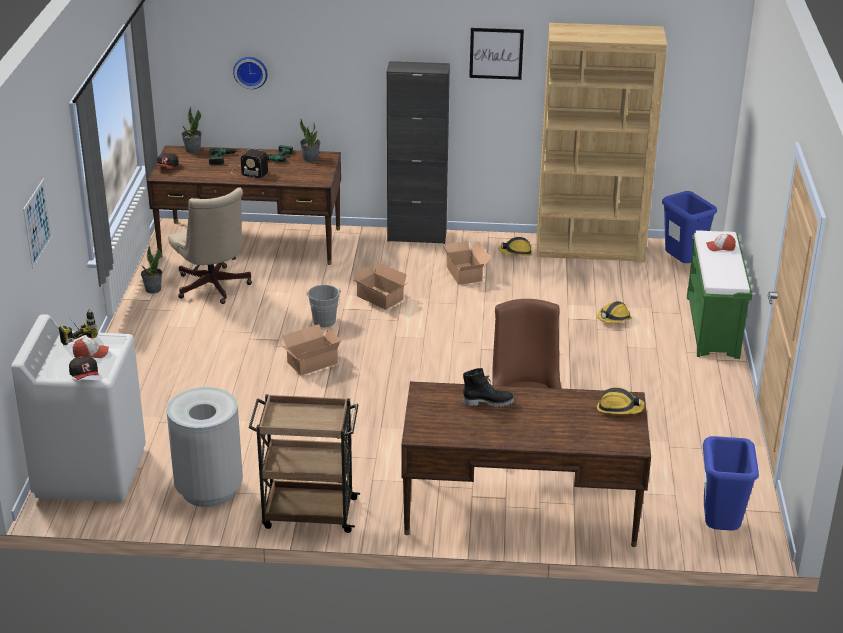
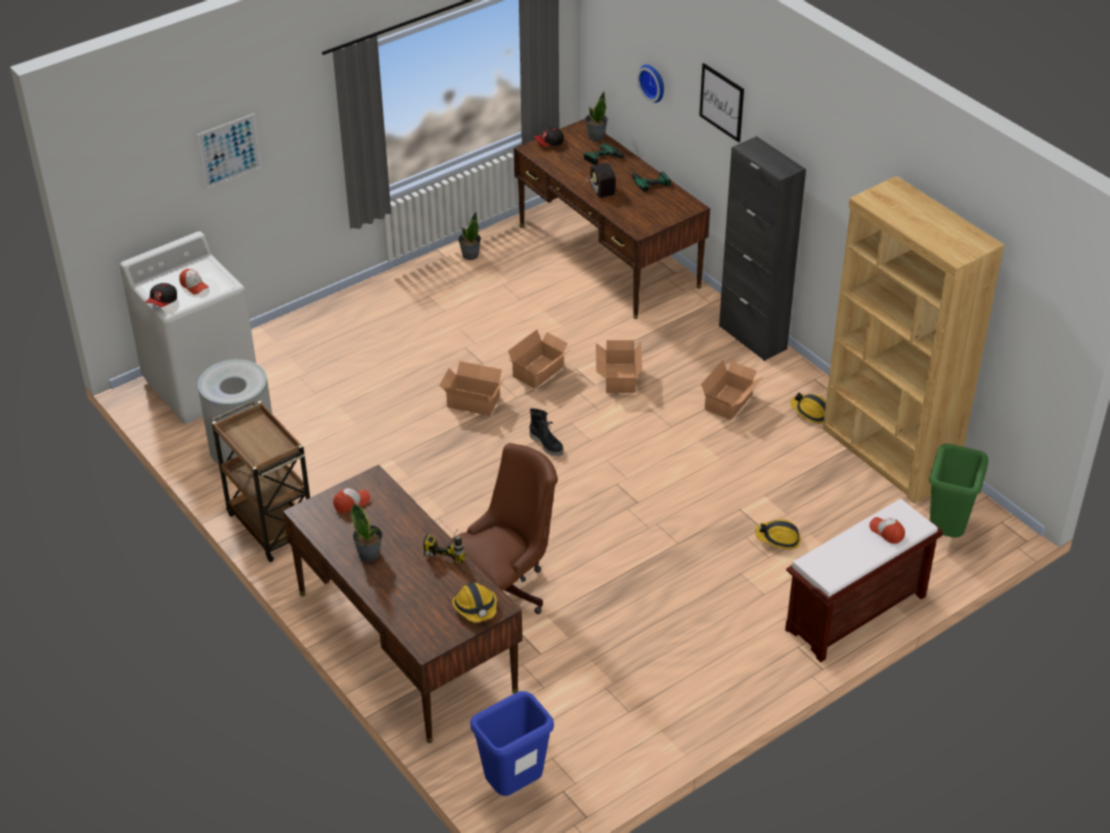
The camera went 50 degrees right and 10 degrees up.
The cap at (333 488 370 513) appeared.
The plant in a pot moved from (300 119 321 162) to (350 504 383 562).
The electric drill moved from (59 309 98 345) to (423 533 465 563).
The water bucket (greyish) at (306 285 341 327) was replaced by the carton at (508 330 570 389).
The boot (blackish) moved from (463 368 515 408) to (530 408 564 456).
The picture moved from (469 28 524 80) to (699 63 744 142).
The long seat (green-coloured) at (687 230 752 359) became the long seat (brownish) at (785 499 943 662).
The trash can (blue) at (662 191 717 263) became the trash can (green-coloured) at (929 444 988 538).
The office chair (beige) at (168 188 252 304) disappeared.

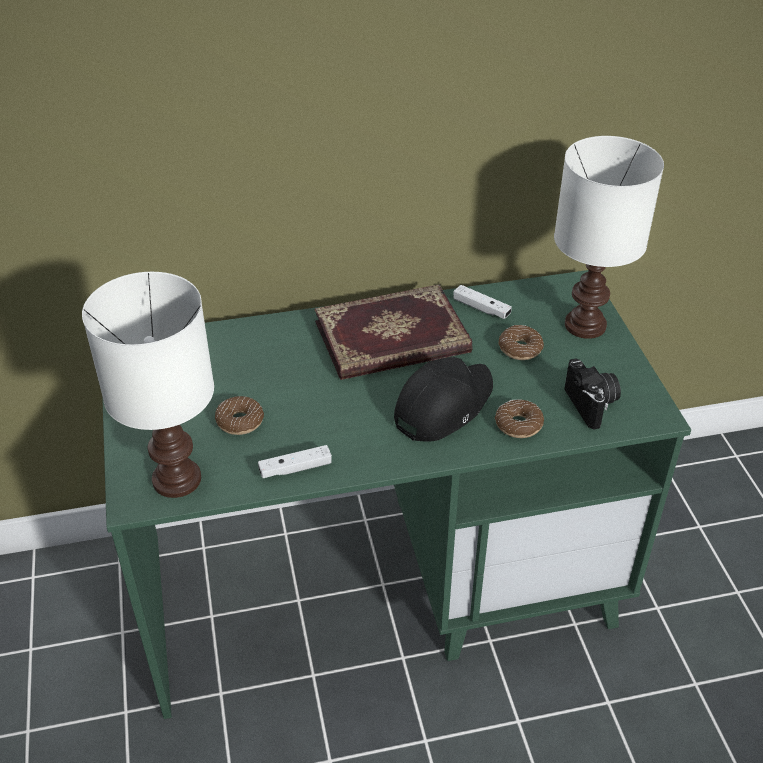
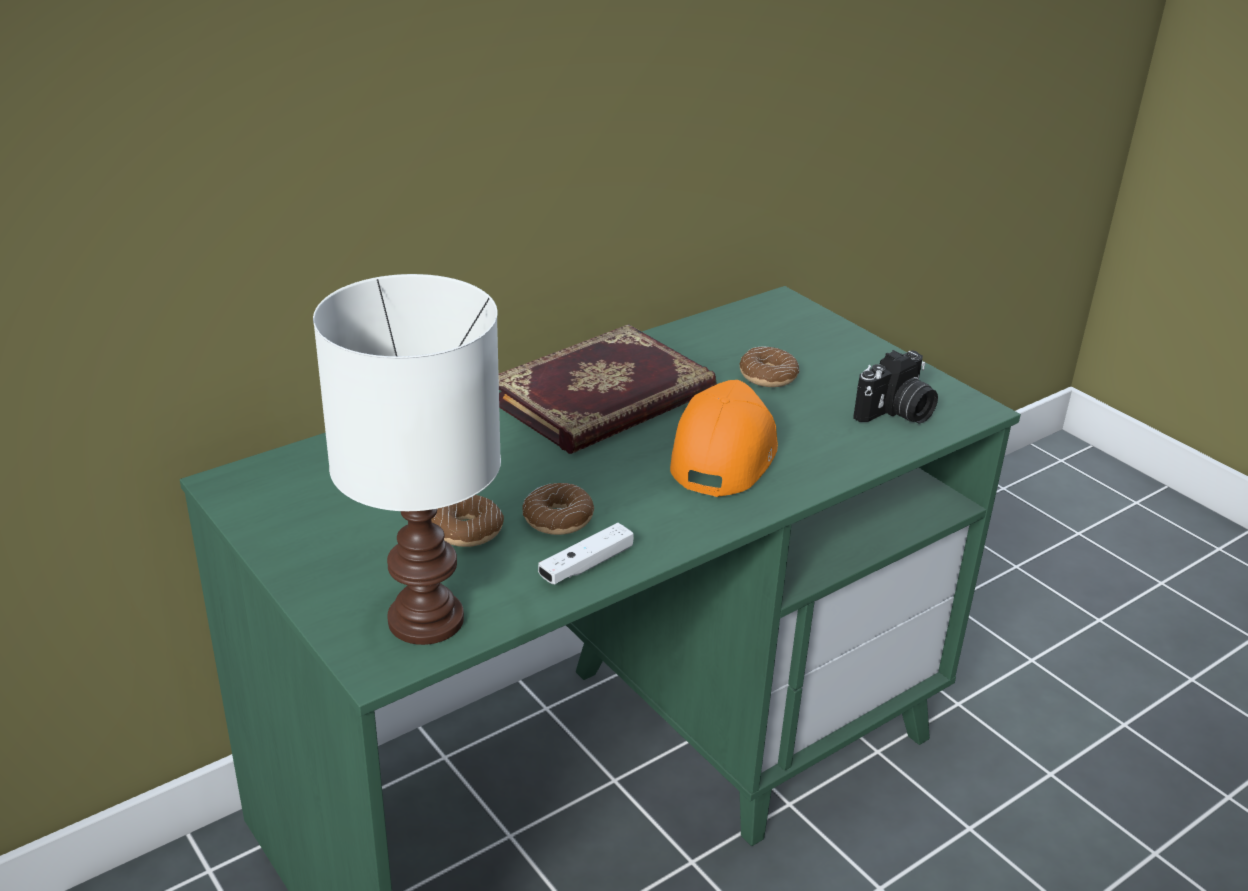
The camera went 25 degrees left and 10 degrees down.
The doughnut moved from (495 399 544 438) to (523 483 594 535).
The cap (blackish) at (394 357 493 441) became the cap (orangey) at (670 380 778 497).
The still camera at (564 359 621 430) turned 90 degrees clockwise.
The joypad (white-coloured) at (453 285 512 319) disappeared.
The tabletop lamp (white-coloured) at (554 136 664 339) disappeared.

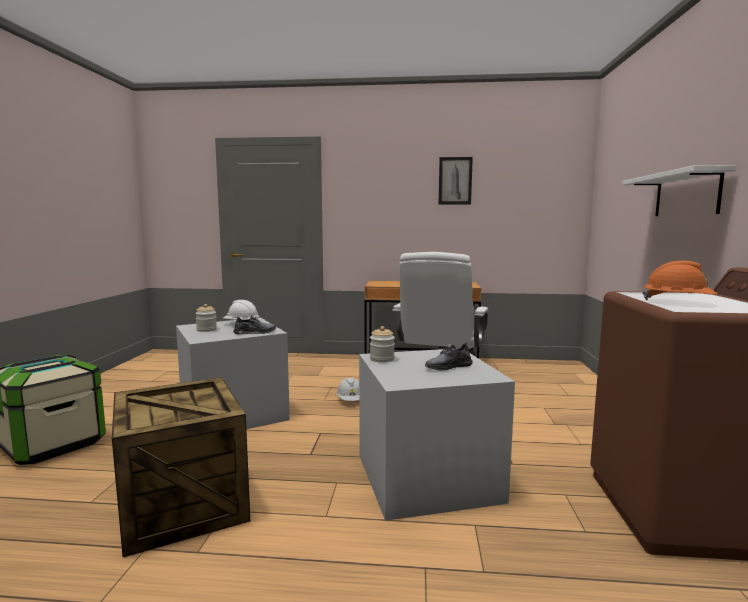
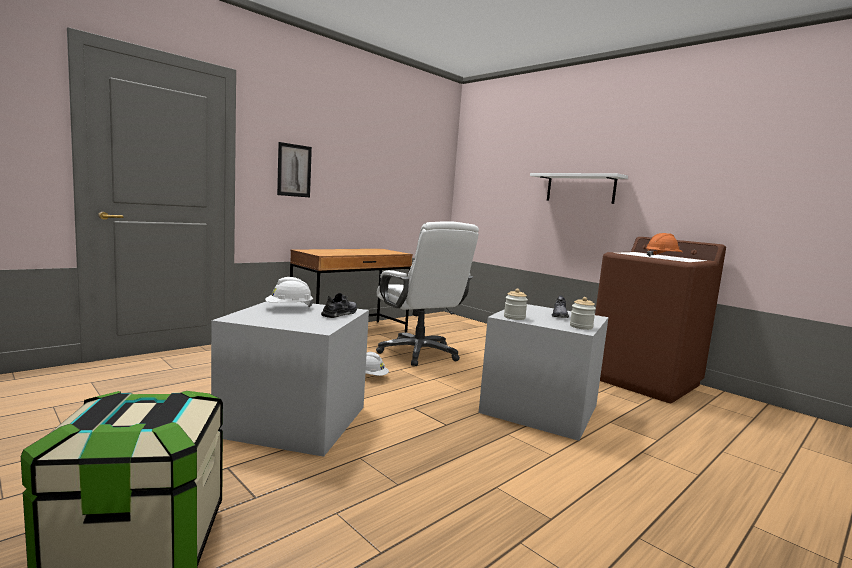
The camera went 50 degrees left and 0 degrees up.
The picture moved from (438 157 473 205) to (277 142 312 197).
The jar moved from (195 304 217 332) to (570 297 596 330).
The crate at (112 377 250 557) disappeared.

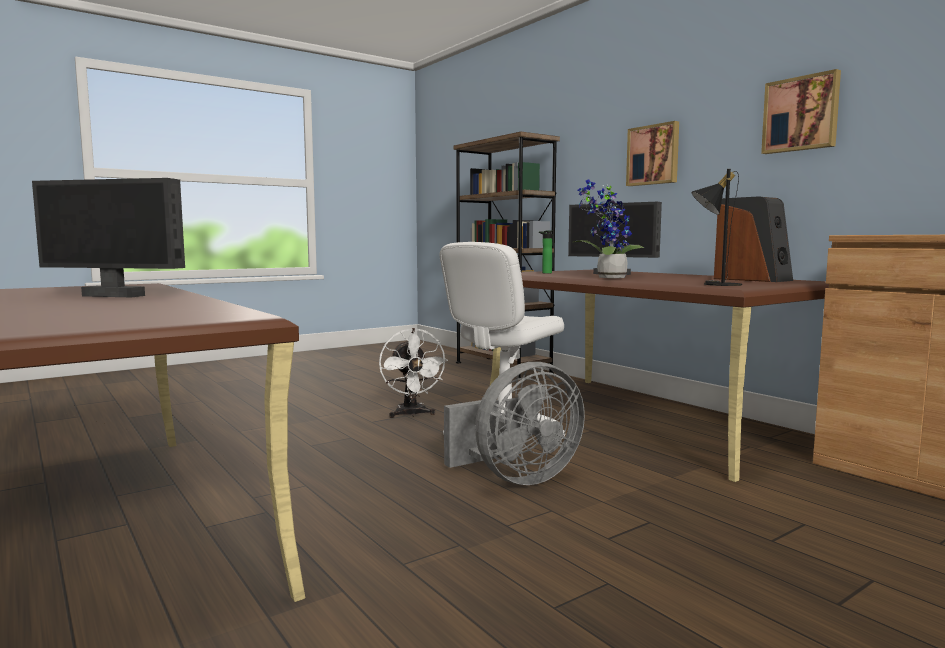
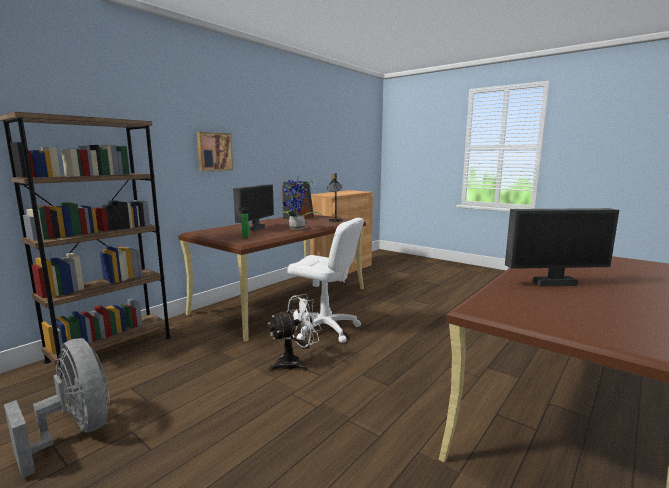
The camera went 105 degrees left and 5 degrees up.
The electric fan (greyish) moved from (444 362 585 485) to (4 338 110 479).
The monitor at (32 178 185 297) turned 90 degrees clockwise.
The picture at (761 69 841 154) disappeared.

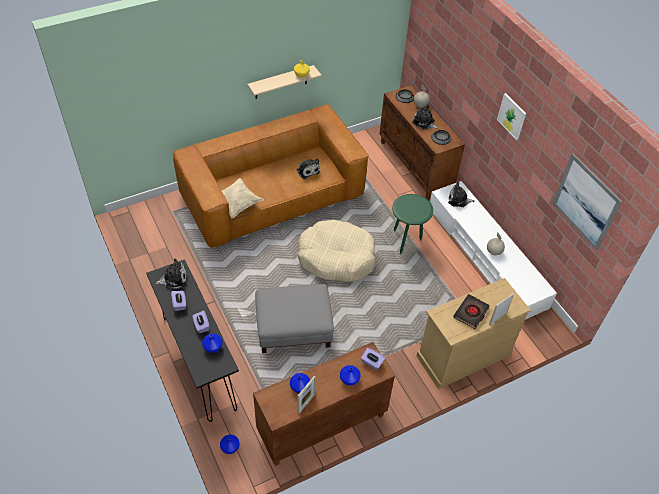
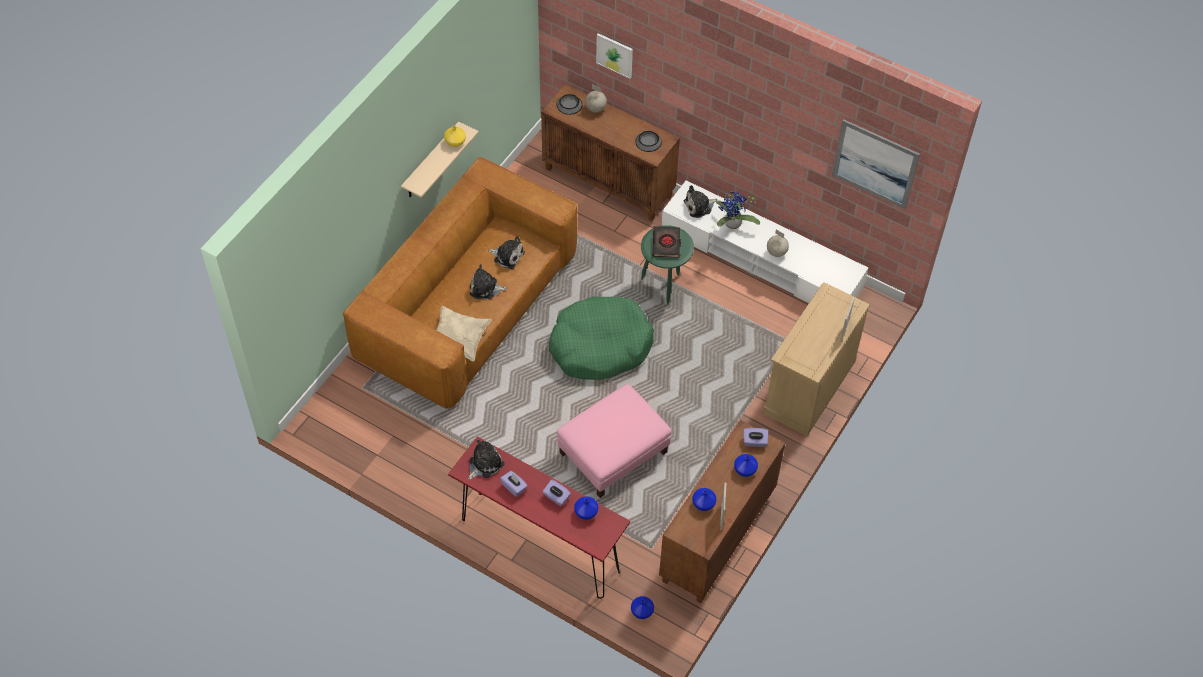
The camera went 30 degrees left and 5 degrees up.
The hall table (blackish) at (146 259 239 422) became the hall table (red) at (448 436 630 599).
The plush toy moved from (412 104 438 129) to (470 264 507 299).
The pet bed (beige) at (298 220 376 282) became the pet bed (green-coloured) at (549 297 654 380).
The ottoman (greyish) at (255 284 334 353) became the ottoman (pink-coloured) at (557 384 672 498).
The picture moved from (497 93 526 140) to (596 33 633 79).
The volume (blackish) moved from (453 294 490 329) to (652 226 681 258).
The plant in a pot at (716 192 760 229) appeared.

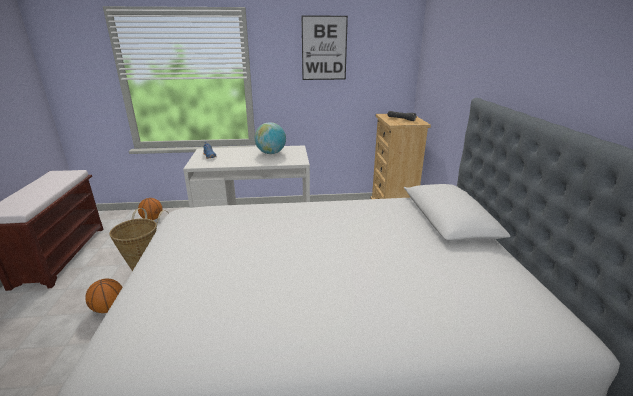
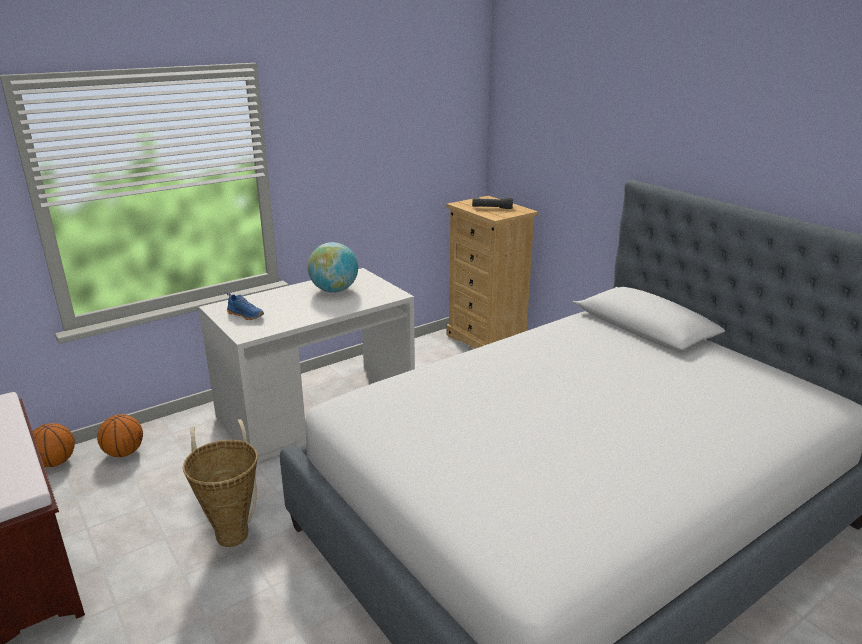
The camera went 30 degrees left and 0 degrees up.
The ball for basketball moved from (85 278 123 313) to (33 423 75 467).
The picture at (301 16 348 80) disappeared.

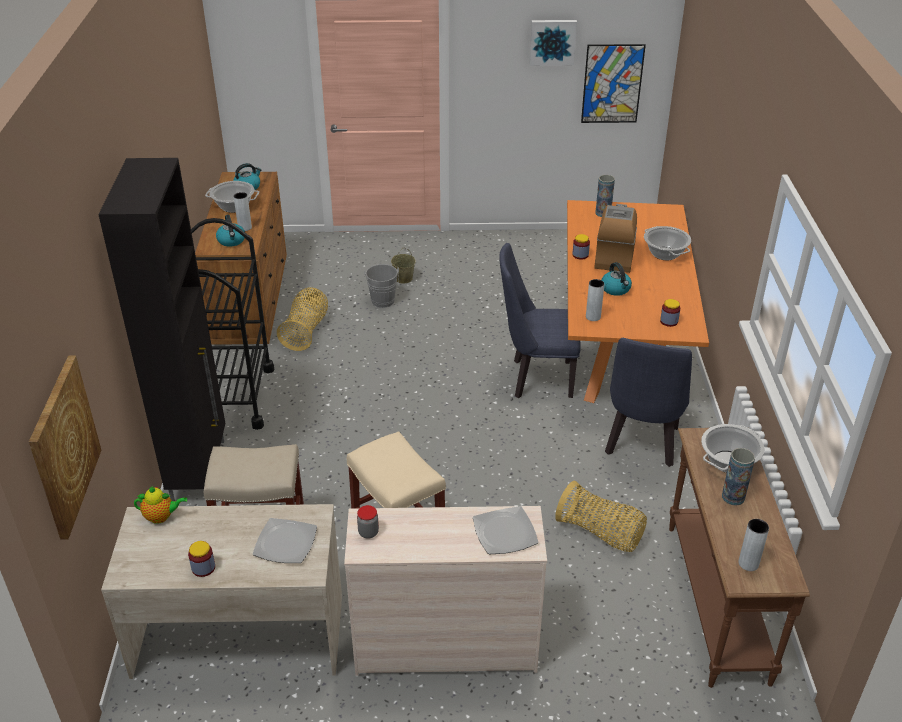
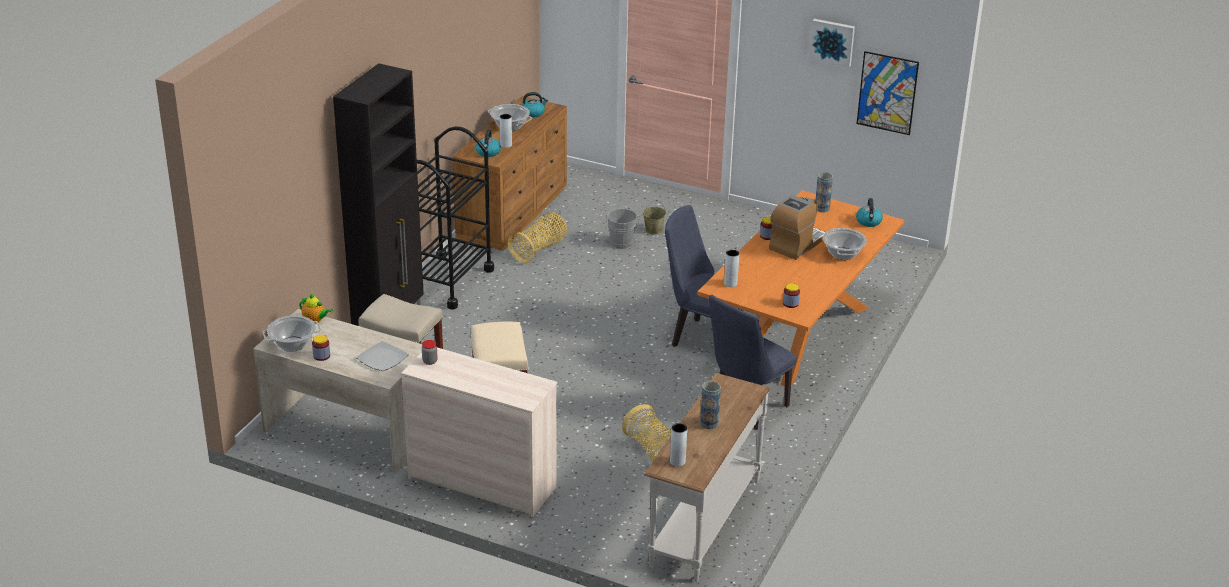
The camera went 25 degrees right and 5 degrees down.
The saucepot moved from (701 424 765 473) to (262 315 321 352).
The hall table (brownish) at (669 427 810 688) became the hall table (white-coloured) at (644 373 770 582).
The kettle moved from (601 262 632 296) to (856 198 883 227).
The picture at (29 356 102 540) disappeared.
The plate at (473 506 539 554) disappeared.

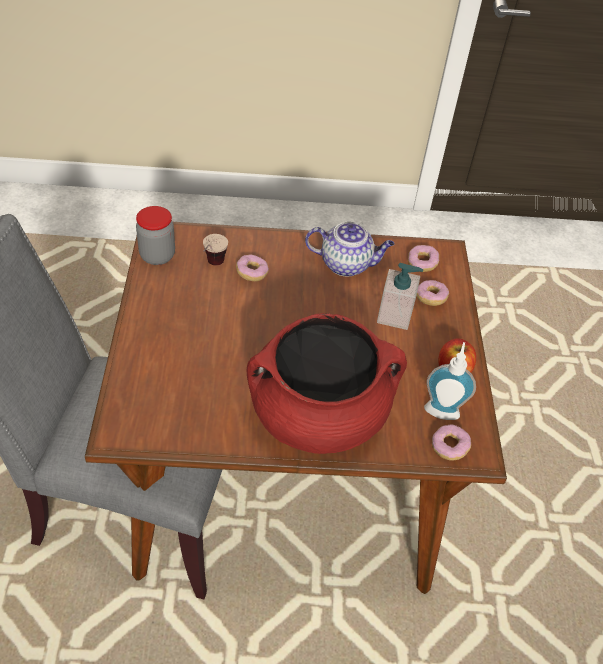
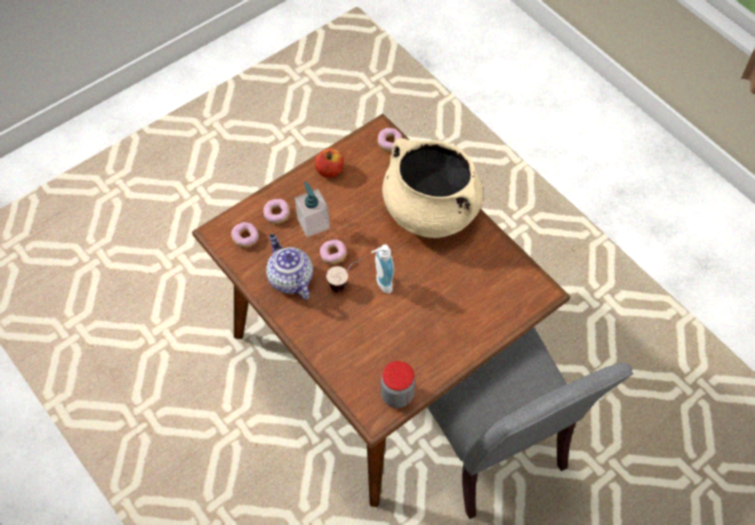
The camera went 125 degrees left and 10 degrees up.
The doughnut moved from (236 255 269 281) to (320 239 347 264).
The drinking cup moved from (203 234 228 265) to (326 257 363 292).
The liquid soap bottle moved from (424 342 476 420) to (371 244 394 294).
The saucepot (red) at (246 313 407 454) became the saucepot (beige) at (382 138 483 238).

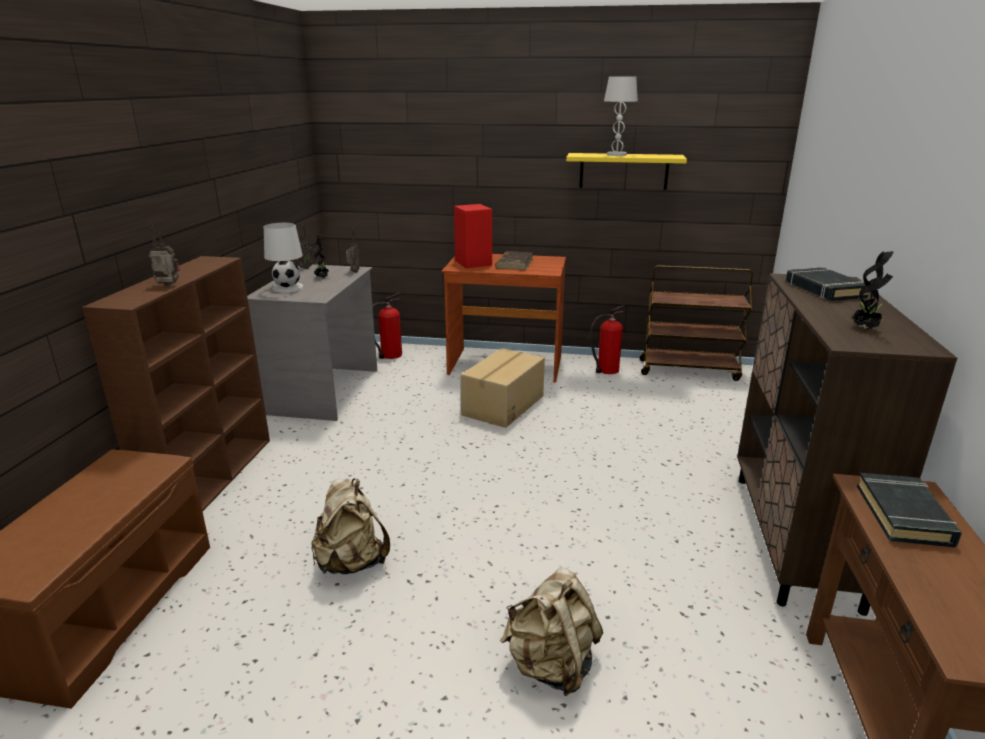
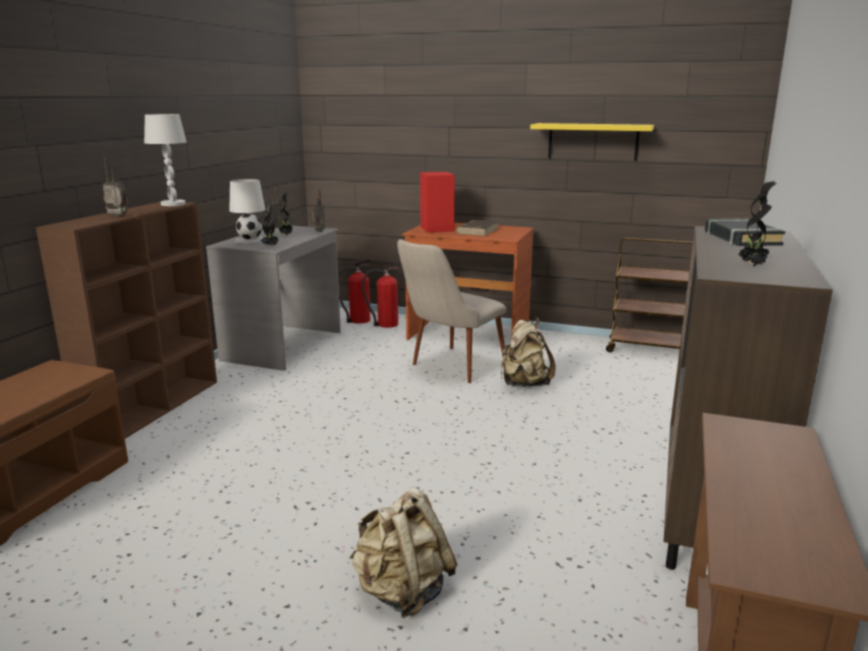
The camera went 10 degrees right and 5 degrees down.
The tabletop lamp (white-coloured) moved from (604 76 638 156) to (144 114 187 206).
The plant in a pot at (261 201 279 246) appeared.
The fire-fighting cylinder moved from (589 305 625 374) to (362 262 401 328).
The carton at (460 348 545 428) was replaced by the chair (beige) at (397 239 506 383).
The rucksack (beige) moved from (311 478 390 574) to (501 318 555 387).
The volume (blackish) at (857 473 962 547) disappeared.

